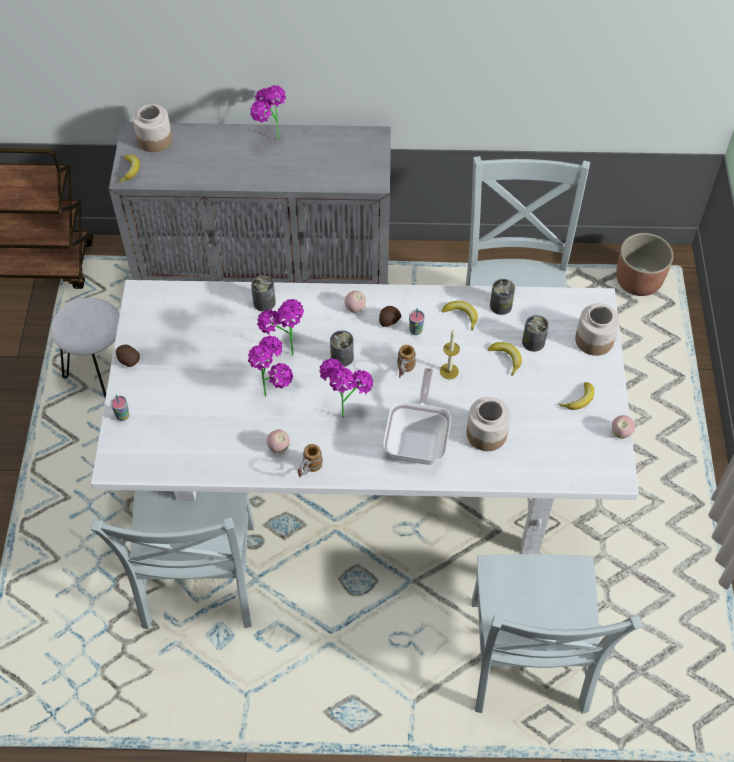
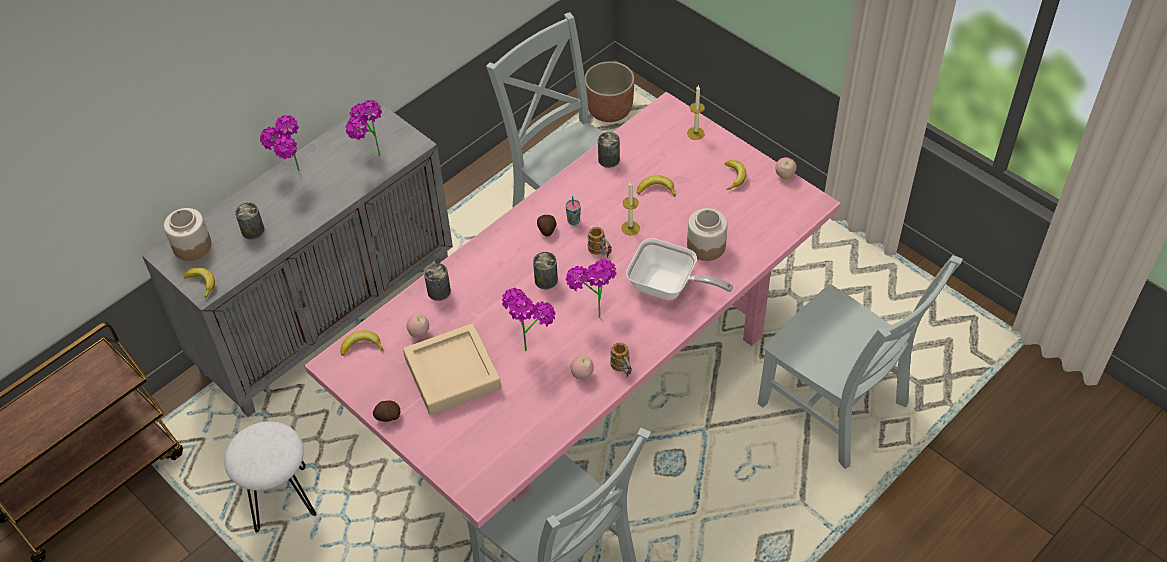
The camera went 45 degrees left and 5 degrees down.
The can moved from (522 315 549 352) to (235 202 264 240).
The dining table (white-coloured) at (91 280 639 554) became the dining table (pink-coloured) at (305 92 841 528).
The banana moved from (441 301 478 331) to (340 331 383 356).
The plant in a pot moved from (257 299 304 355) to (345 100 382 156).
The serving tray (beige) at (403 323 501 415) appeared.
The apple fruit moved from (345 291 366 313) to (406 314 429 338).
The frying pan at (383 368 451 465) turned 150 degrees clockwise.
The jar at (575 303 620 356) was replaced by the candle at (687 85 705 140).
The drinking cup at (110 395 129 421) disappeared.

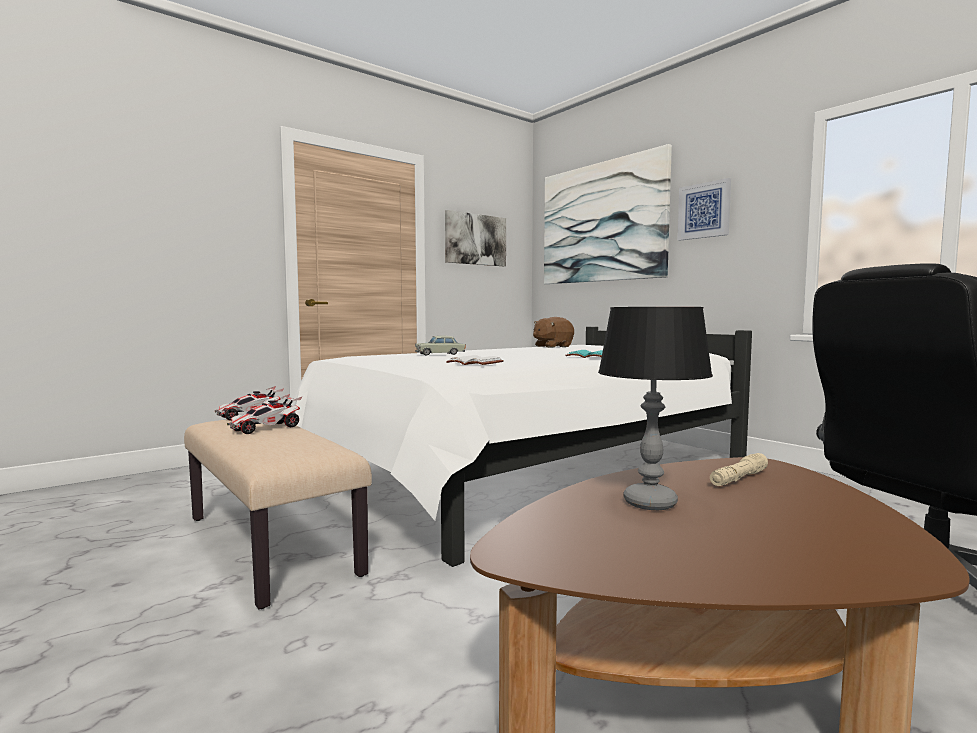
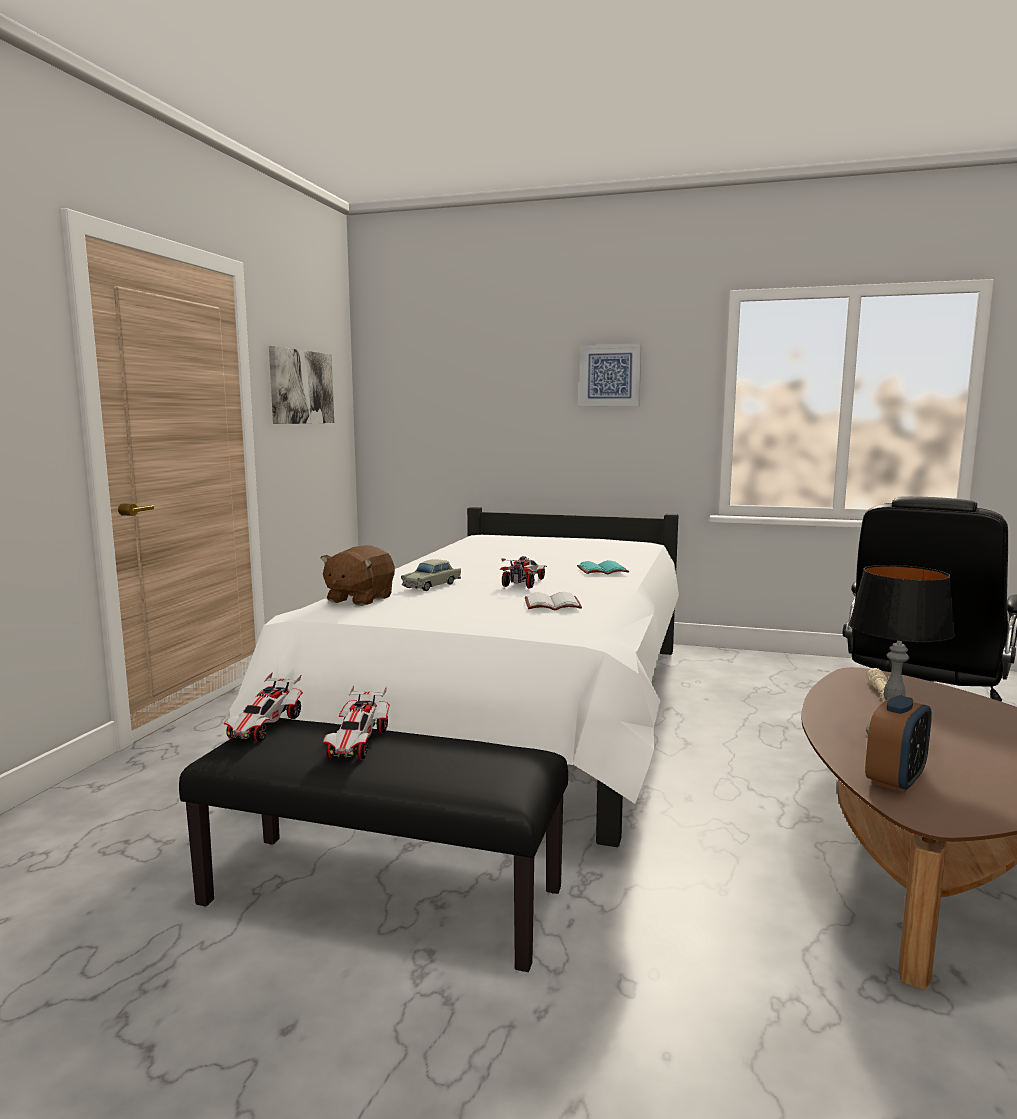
The camera went 35 degrees left and 5 degrees up.
The long seat (beige) at (184 419 372 609) became the long seat (blackish) at (179 718 568 972).
The plush toy (brownish) moved from (533 317 574 348) to (321 545 395 606).
The toy car at (500 556 547 589) appeared.
The table clock at (865 695 932 793) appeared.
The picture at (544 144 672 284) disappeared.

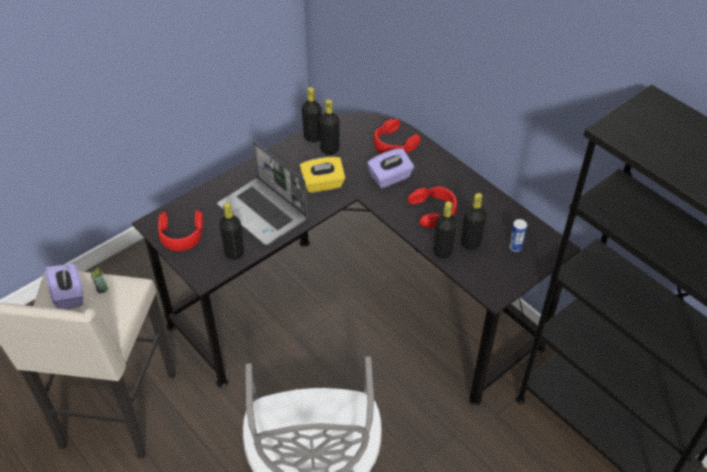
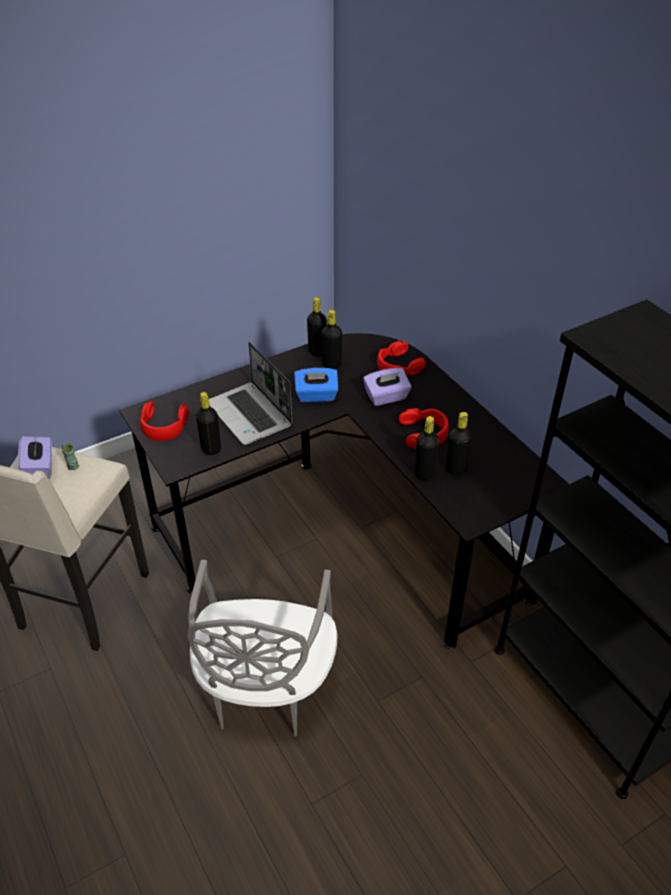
The camera went 10 degrees right and 5 degrees down.
The tissue box (yellow-coloured) at (300 157 345 193) became the tissue box (blue) at (294 368 338 402).
The can at (509 219 527 252) disappeared.

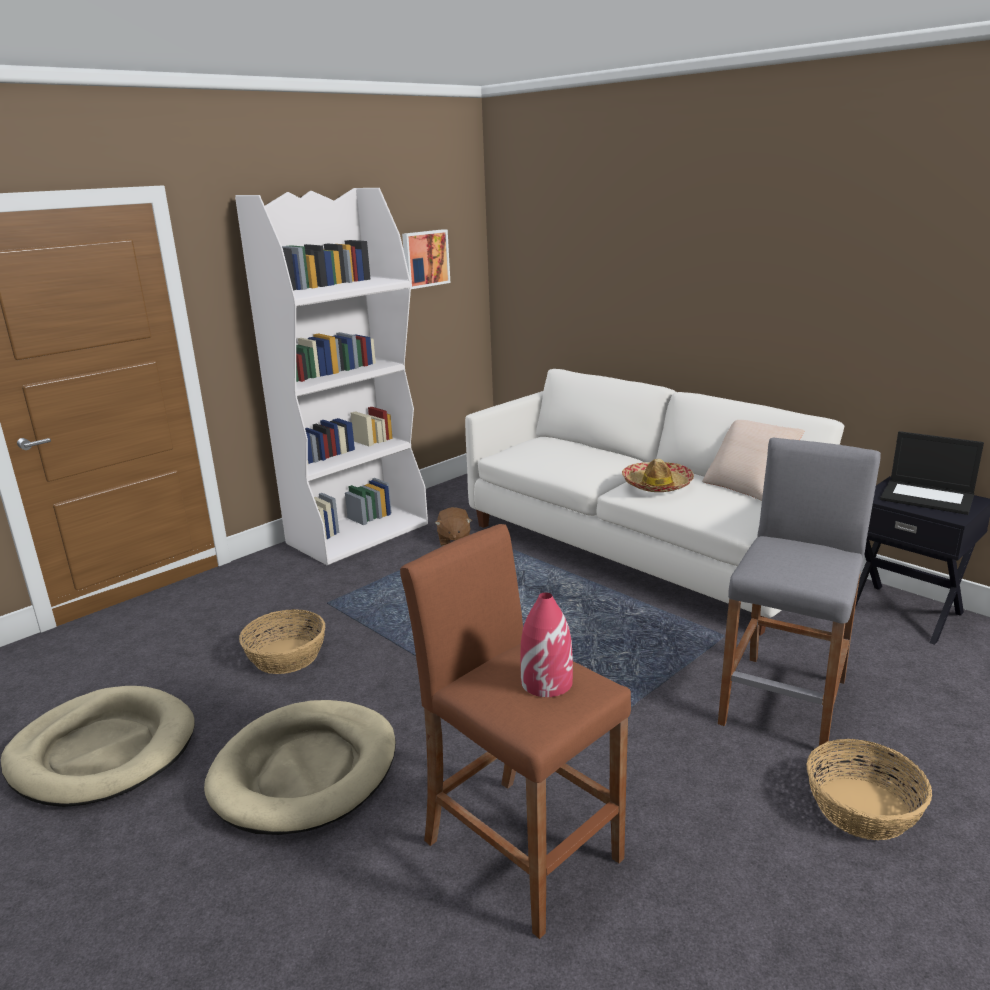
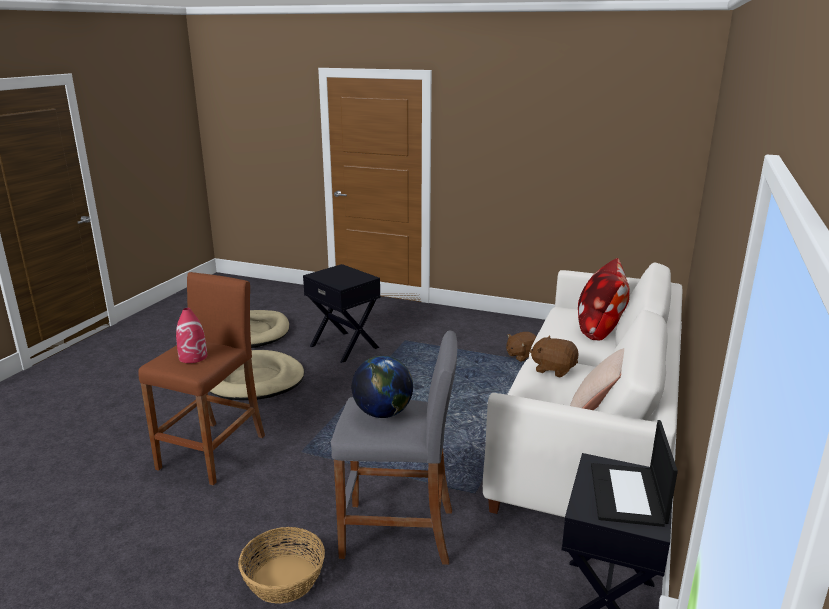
The camera went 65 degrees right and 0 degrees up.
The household basket at (239 609 326 674) was replaced by the side table (blackish) at (303 264 380 363).
The globe at (352 356 413 418) appeared.
The wearable hat at (622 459 694 492) was replaced by the plush toy (brownish) at (530 335 579 377).
The cushion at (578 258 630 340) appeared.
The bookcase (white-coloured) at (235 188 428 565) disappeared.
The picture at (402 229 450 289) disappeared.

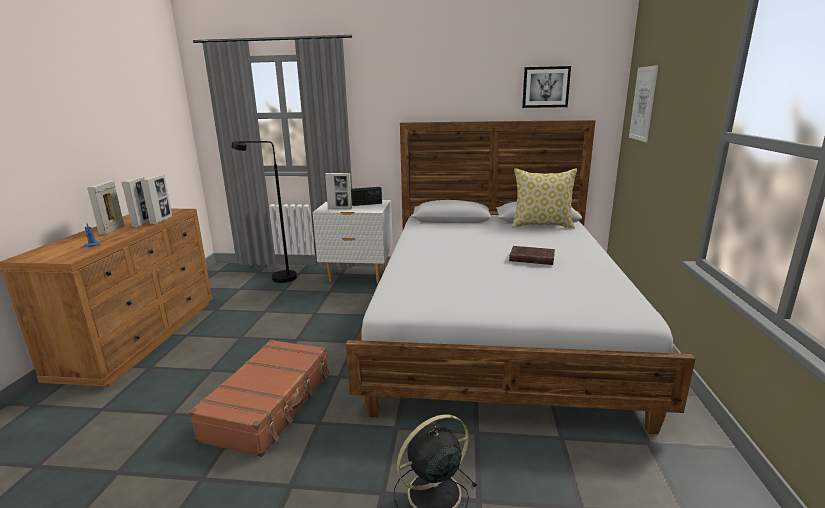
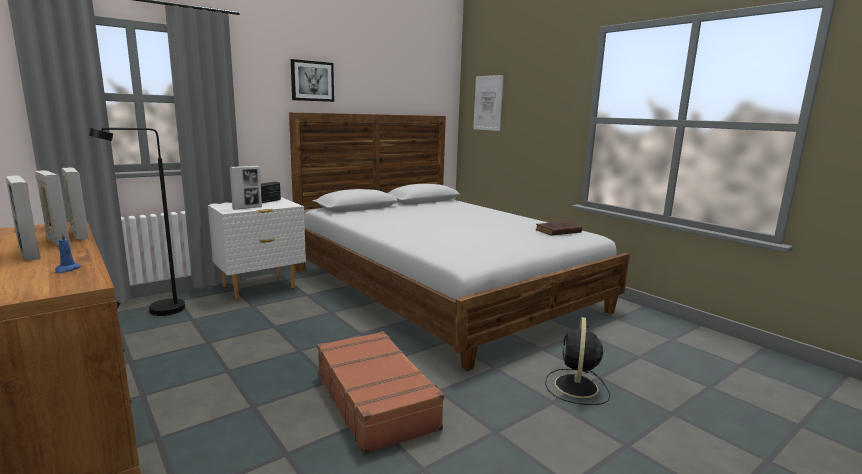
The camera went 45 degrees left and 5 degrees down.
The picture moved from (522 66 571 108) to (291 59 334 102).
The volume (brownish) moved from (509 246 555 265) to (535 221 582 236).
The cushion at (512 168 577 229) disappeared.

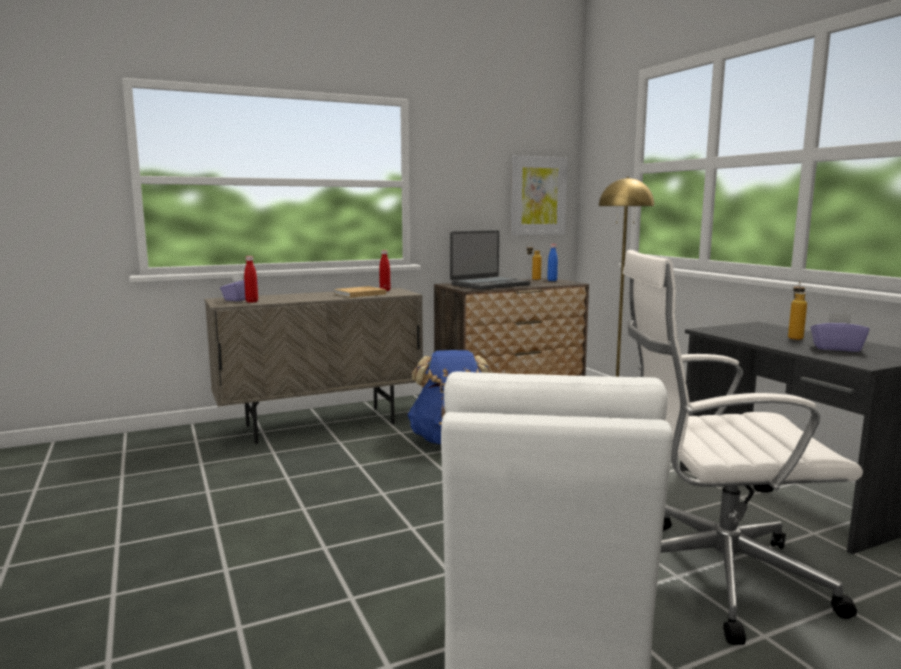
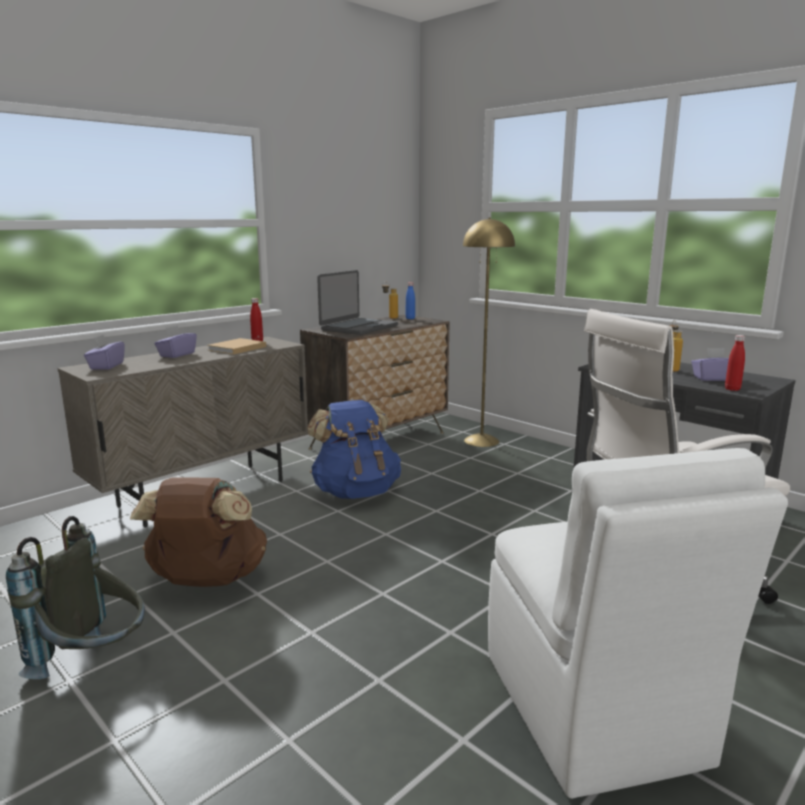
The camera went 20 degrees left and 5 degrees up.
The rucksack (greyish) at (6 516 145 679) appeared.
The rucksack (brownish) at (130 478 267 587) appeared.
The tissue box (purplish) at (154 325 197 358) appeared.
The drink bottle (red) moved from (244 256 258 303) to (725 335 745 391).
The picture at (511 155 568 235) disappeared.

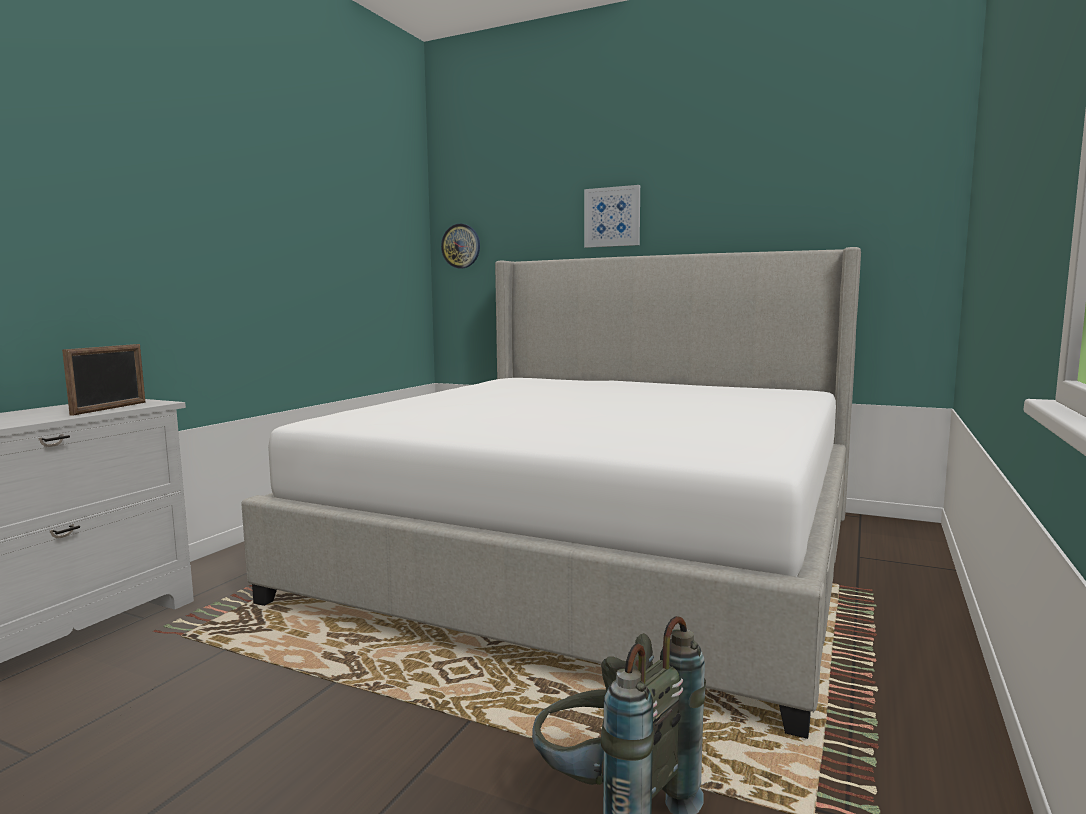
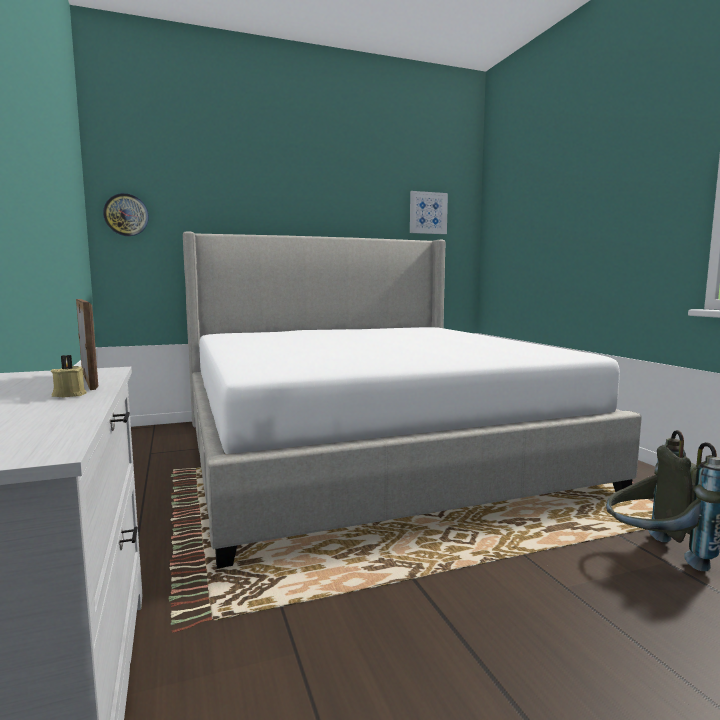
The camera went 45 degrees left and 0 degrees up.
The candle (beige) at (51 355 87 398) appeared.
The picture moved from (584 185 640 248) to (410 191 448 234).

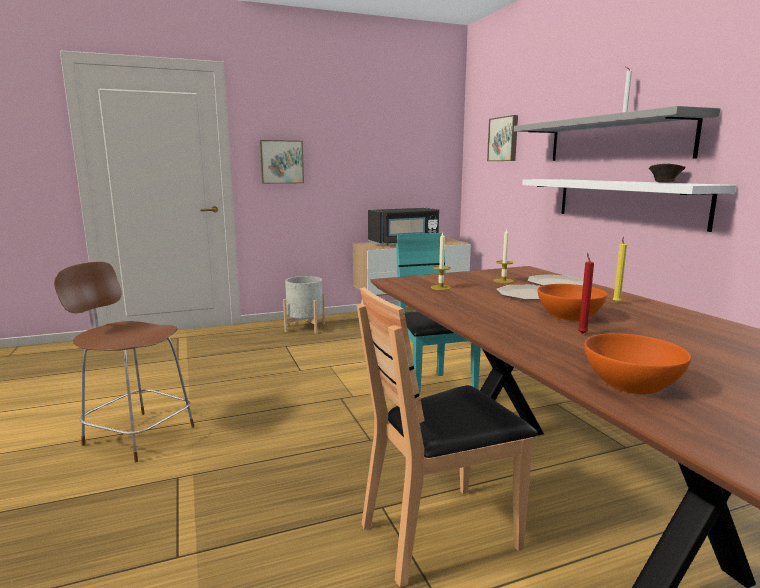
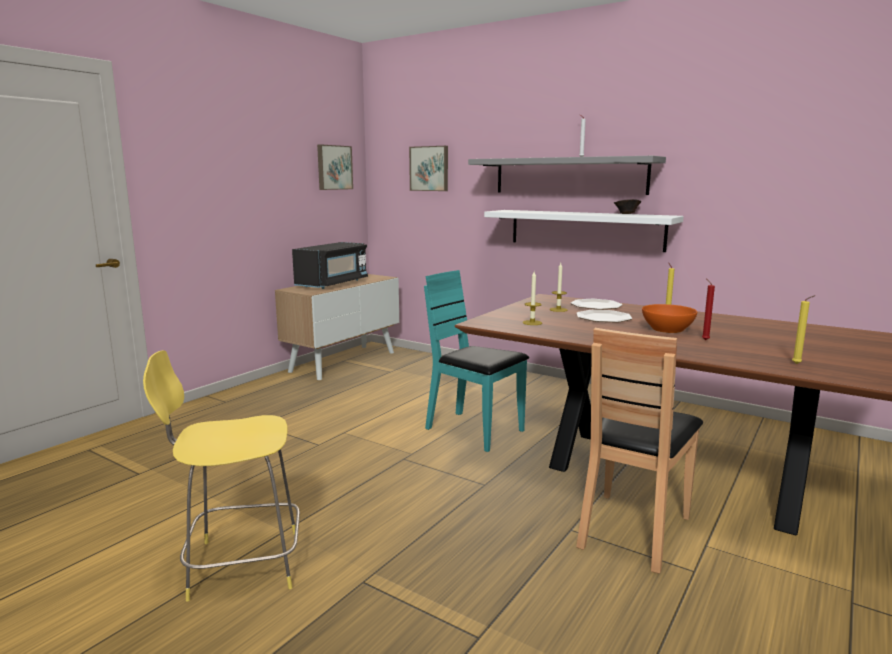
The camera went 35 degrees left and 0 degrees up.
The stool (brownish) at (54 262 195 463) became the stool (yellow-coloured) at (143 350 300 602).
The picture moved from (259 140 304 184) to (317 145 353 190).
The serving bowl (orangey) at (584 333 691 395) was replaced by the candle (yellow-coloured) at (792 295 815 364).
The plant pot (greyish) at (283 276 325 334) disappeared.

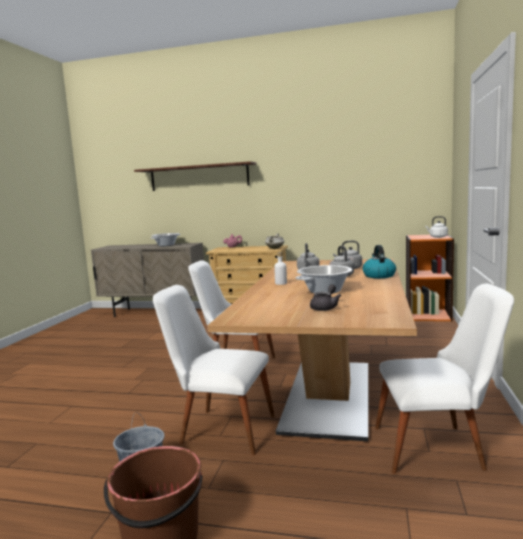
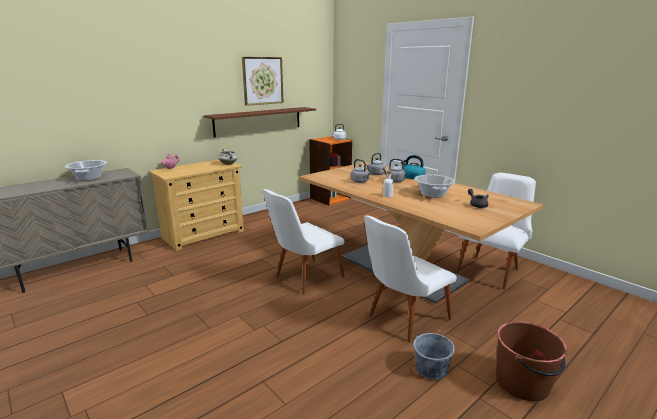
The camera went 55 degrees left and 10 degrees up.
The bracket shelf (brownish) moved from (134 161 256 191) to (204 107 316 137).
The picture at (242 57 284 106) appeared.

